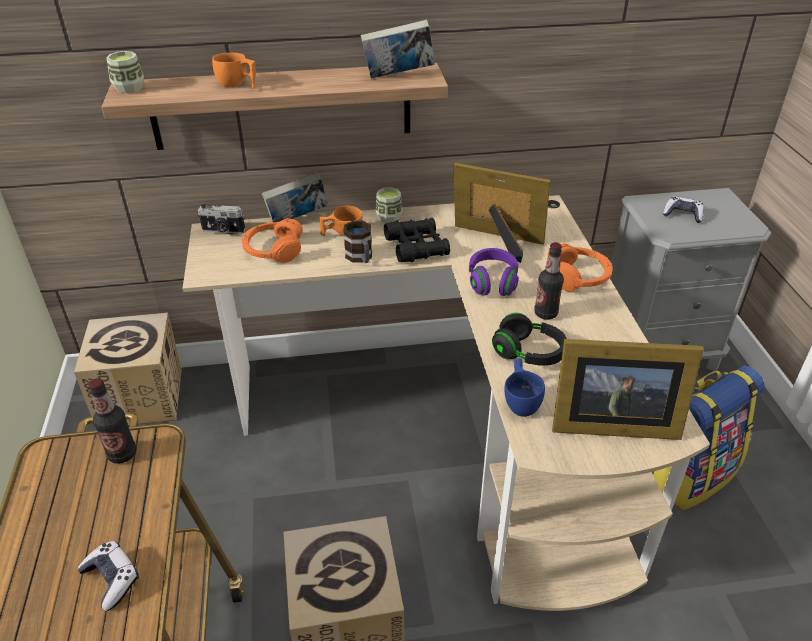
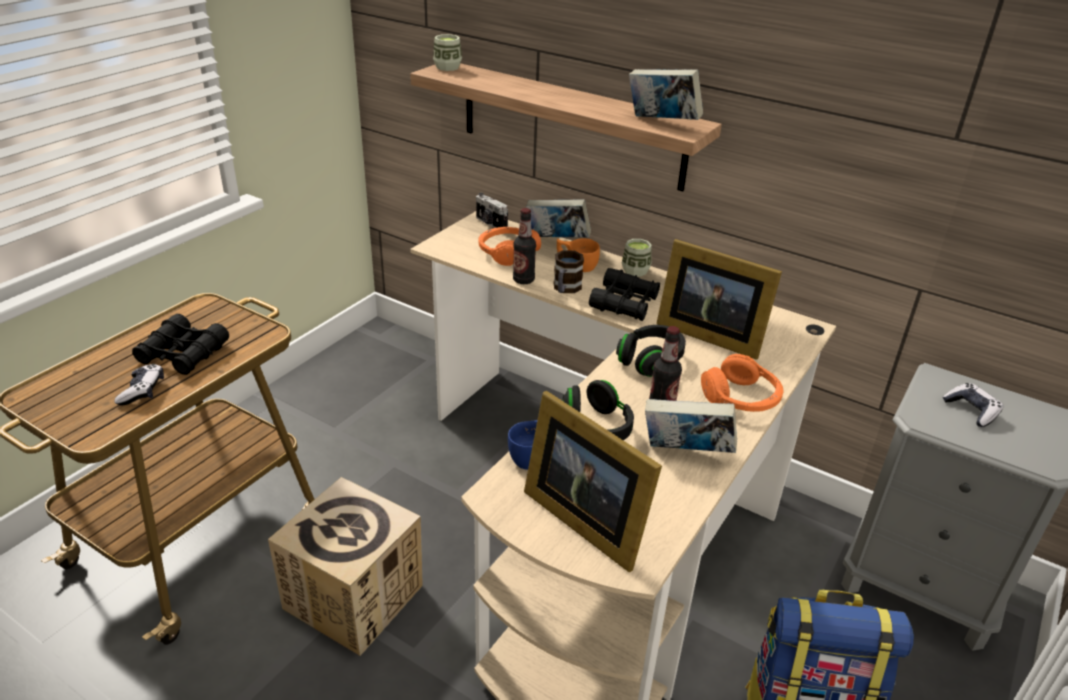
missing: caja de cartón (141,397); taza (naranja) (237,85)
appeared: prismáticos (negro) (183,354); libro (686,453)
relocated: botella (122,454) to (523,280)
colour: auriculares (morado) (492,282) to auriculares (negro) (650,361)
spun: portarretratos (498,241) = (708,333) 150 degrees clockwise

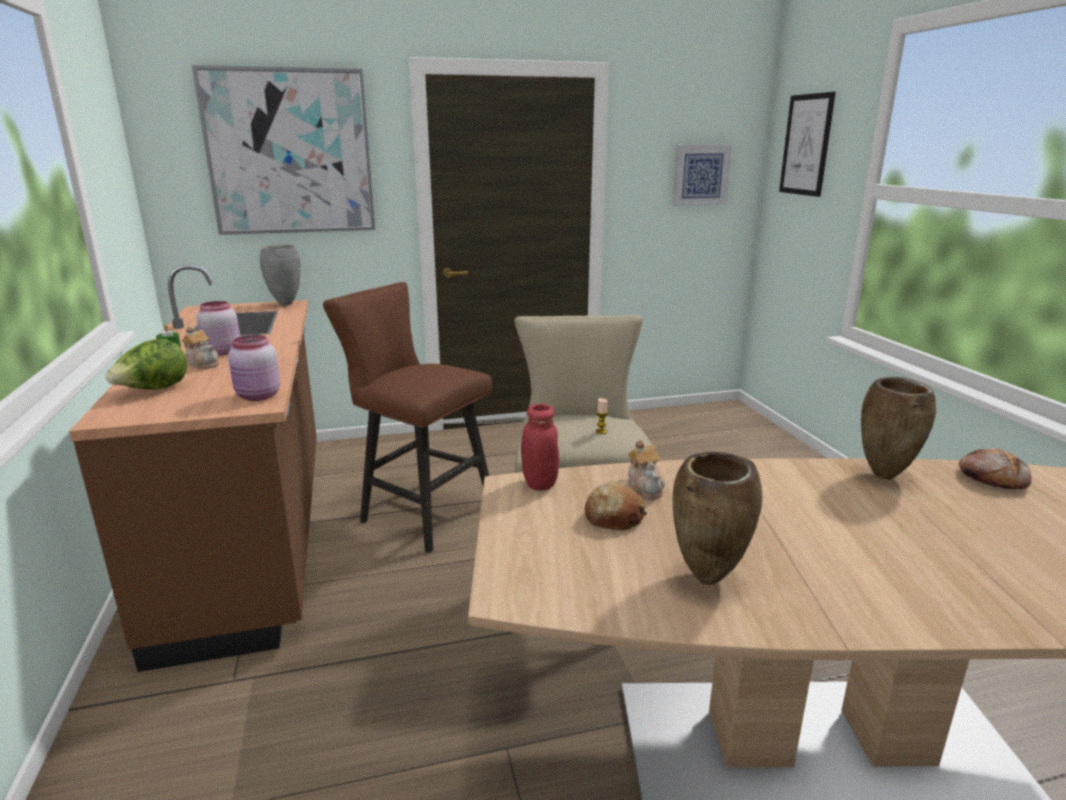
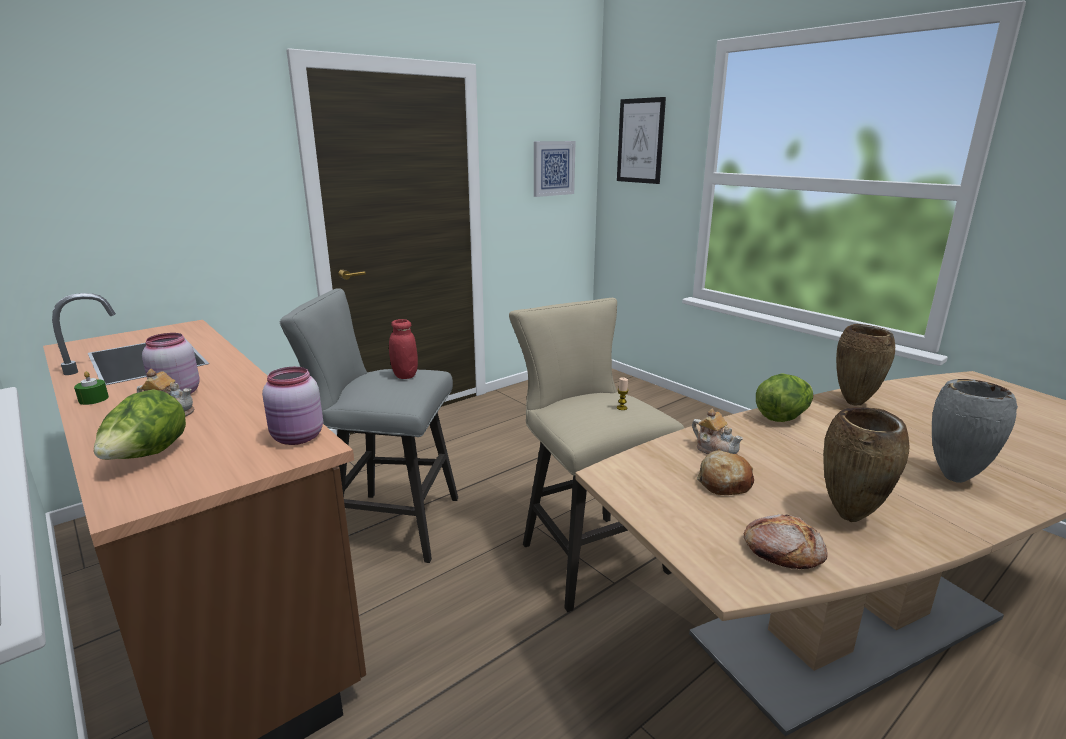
missing: cuadro (290,152)
appeared: lechuga (782,416)
relocated: florero (gris) (285,304) to (953,479); tarro (rojo) (540,484) to (405,375); pan (992,478) to (782,551)
colour: taburete (marrón) (420,512) to taburete (gris) (389,523)

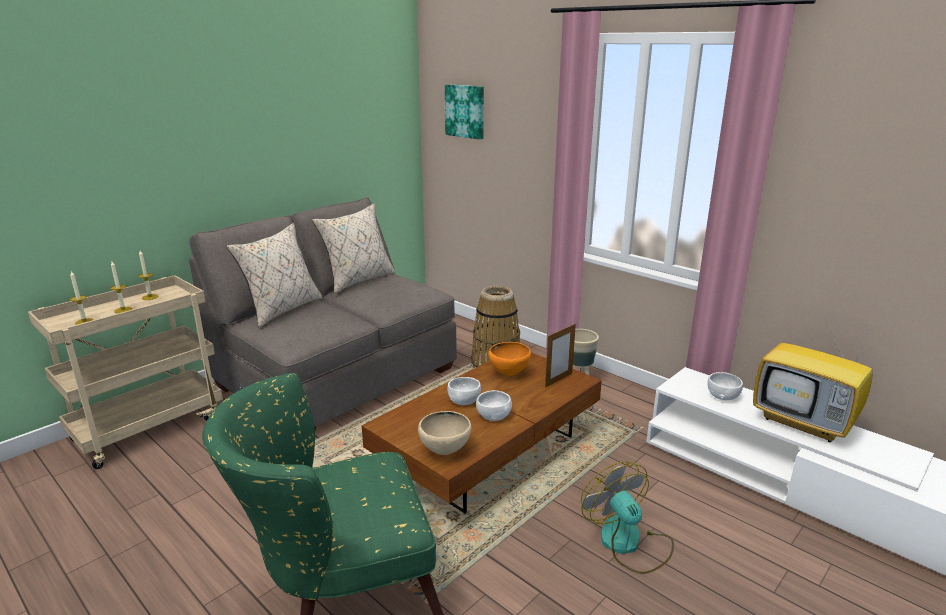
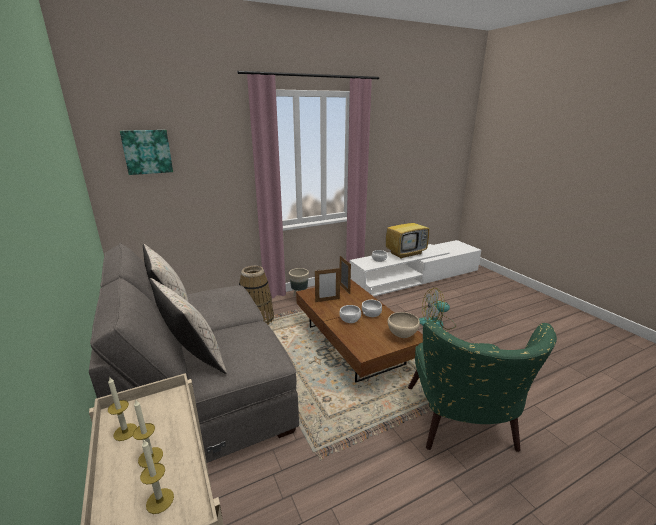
exchanged: cuenco (naranja) (509,373) to portarretratos (327,300)

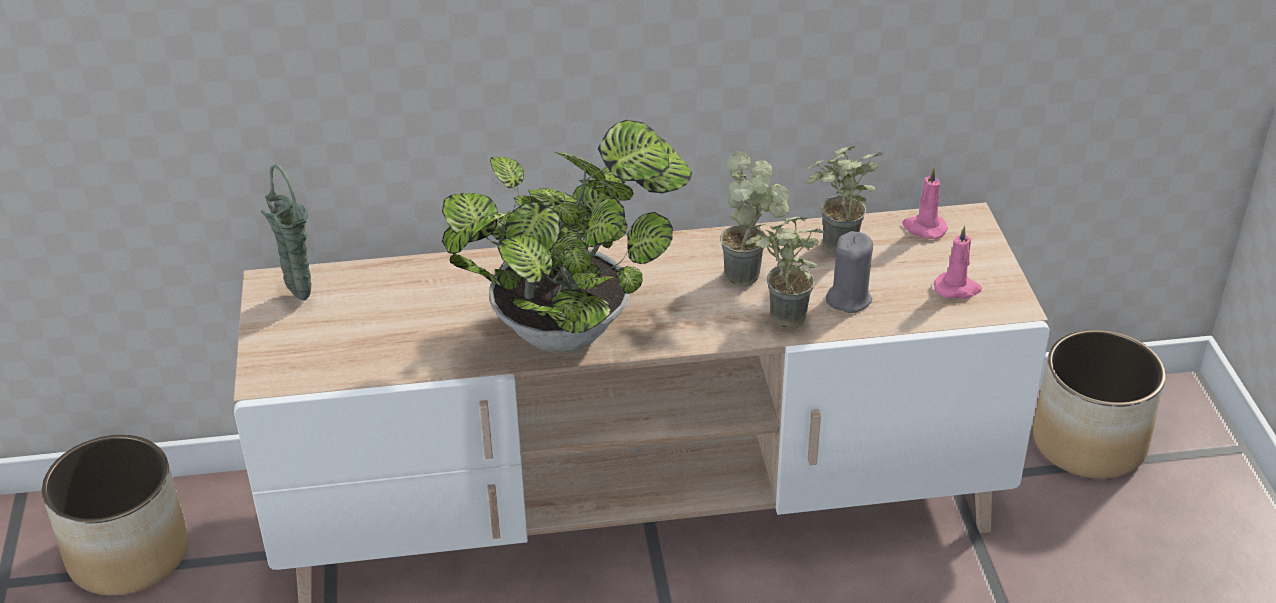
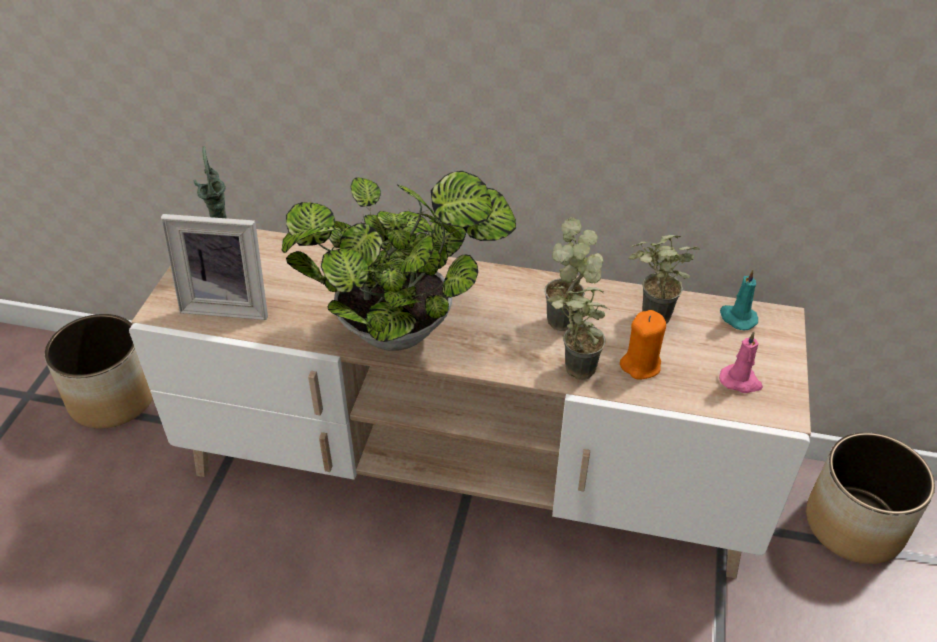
appeared: portarretratos (228,303)
colour: vela (gris) (848,298) to vela (naranja) (641,365); vela (rosa) (924,228) to vela (turquesa) (737,318)

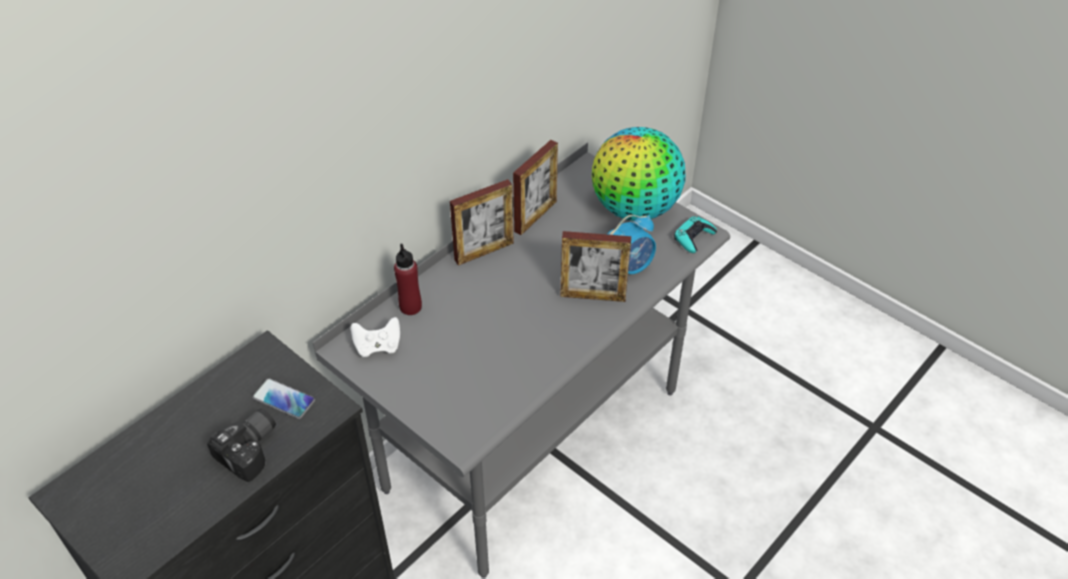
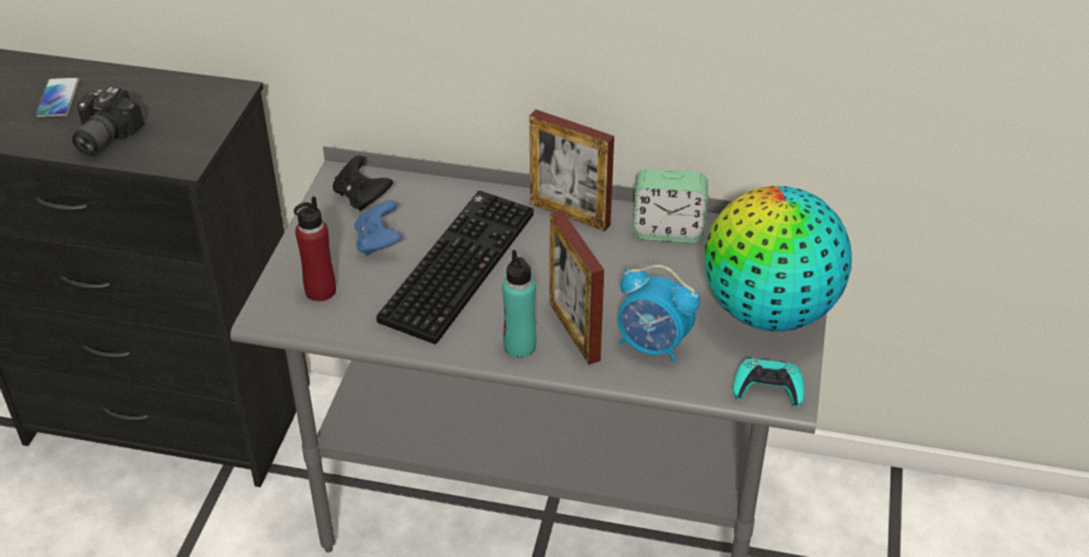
appeared: mando de consola (azul) (378,242); teclado (456,264); botella (turquesa) (520,346)
relocated: móvil (283,399) to (58,98); botella (rojo) (410,307) to (320,291)
exchanged: portarretratos (535,216) to despertador (668,231)
colour: mando de consola (blanco) (378,346) to mando de consola (negro) (362,197)
spun: cámara (252,450) = (101,137) 105 degrees clockwise

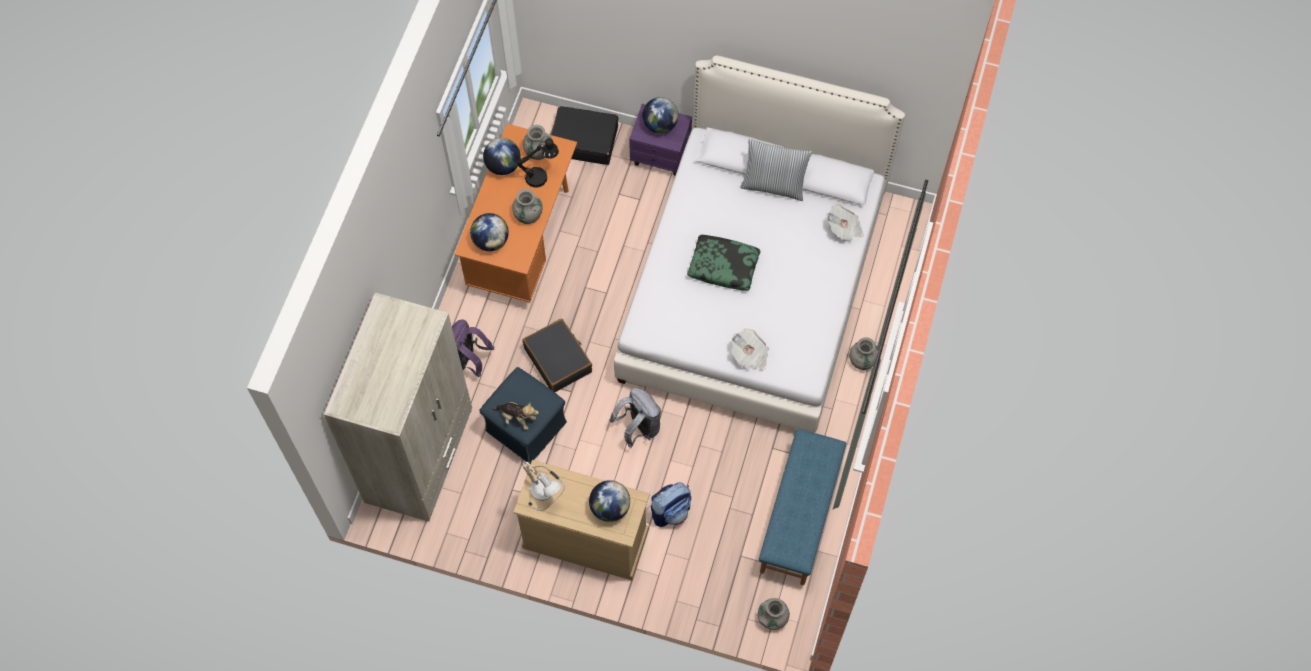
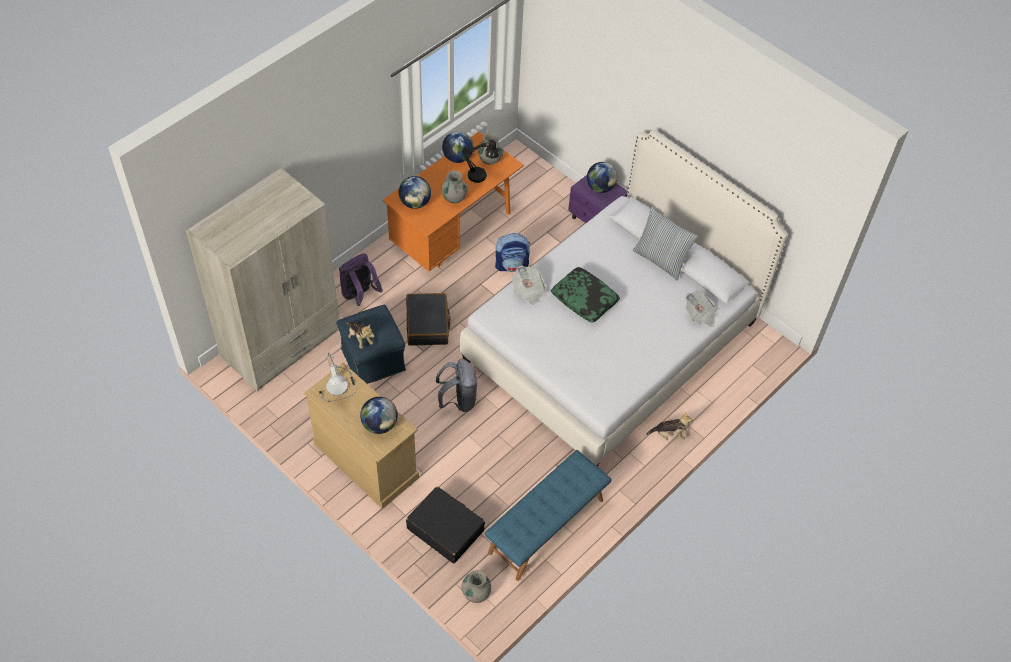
relocated: maleta (negro) (584,141) to (445,529); mochila (671,511) to (512,265); periódico (750,355) to (528,291)
exchanged: florero (gris) (862,360) to peluche (669,434)

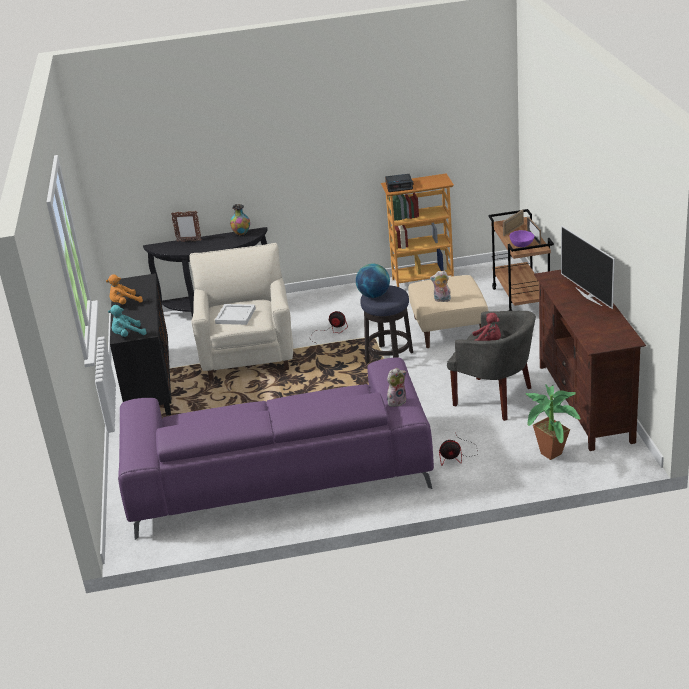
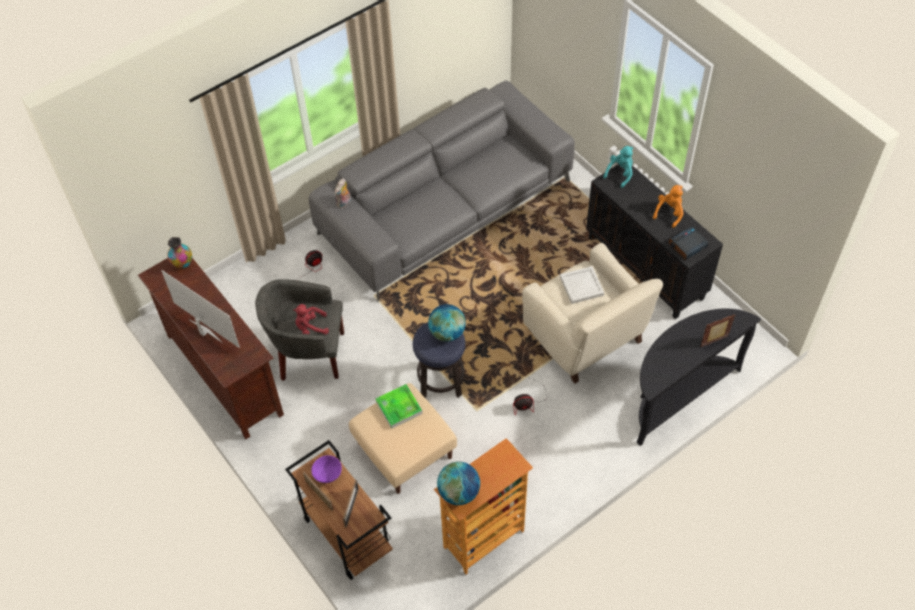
missing: planta en maceta (552,456)
appeared: globo terráqueo (459,492)
relocated: florero (241,234) to (182,264); despertador (399,186) to (687,246)
exchanged: peluche (441,300) to bandeja (399,408)
colour: sofá (morado) (278,475) to sofá (gris) (445,207)

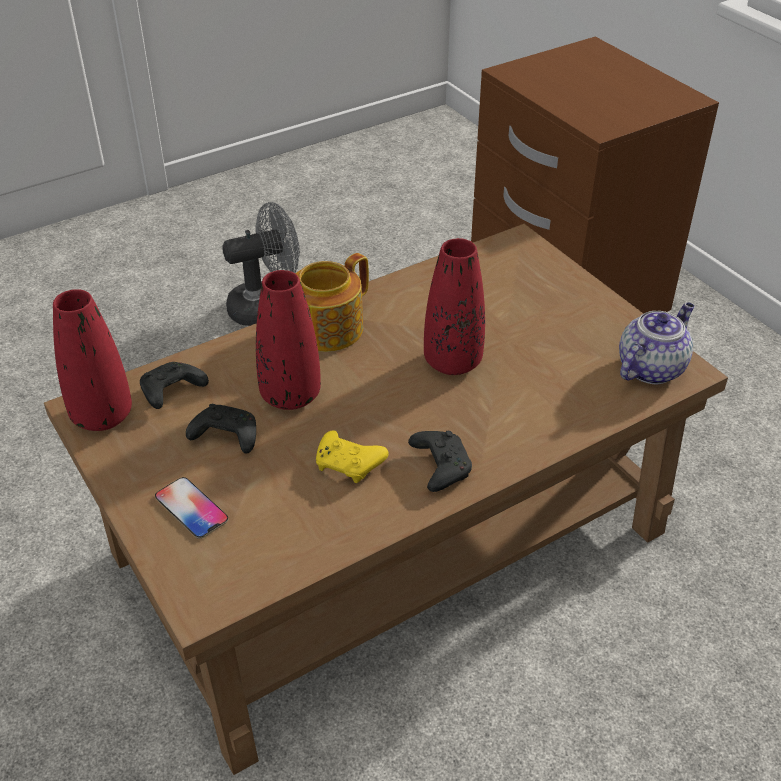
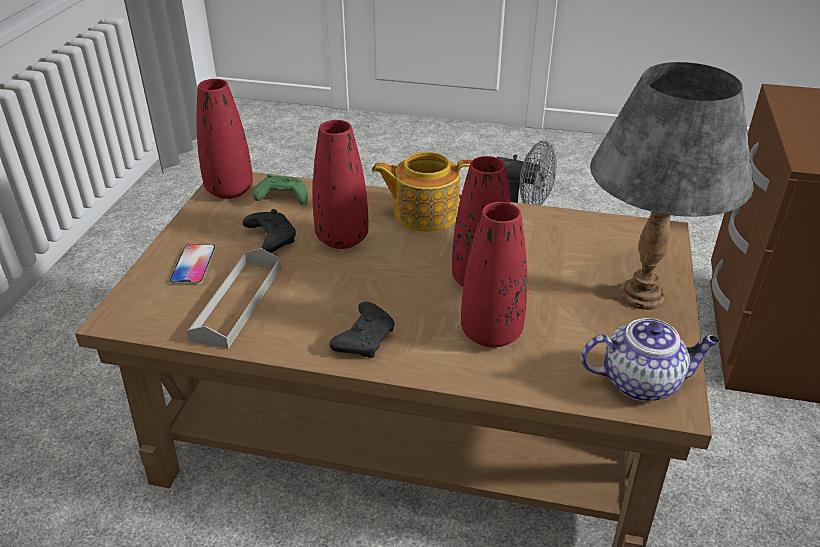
missing: mando de consola (amarillo) (350,465)
appeared: bandeja (gris) (237,302); florero (rojo) (491,333); lámpara de mesa (gris) (642,296)
colour: mando de consola (negro) (171,392) to mando de consola (verde) (281,198)

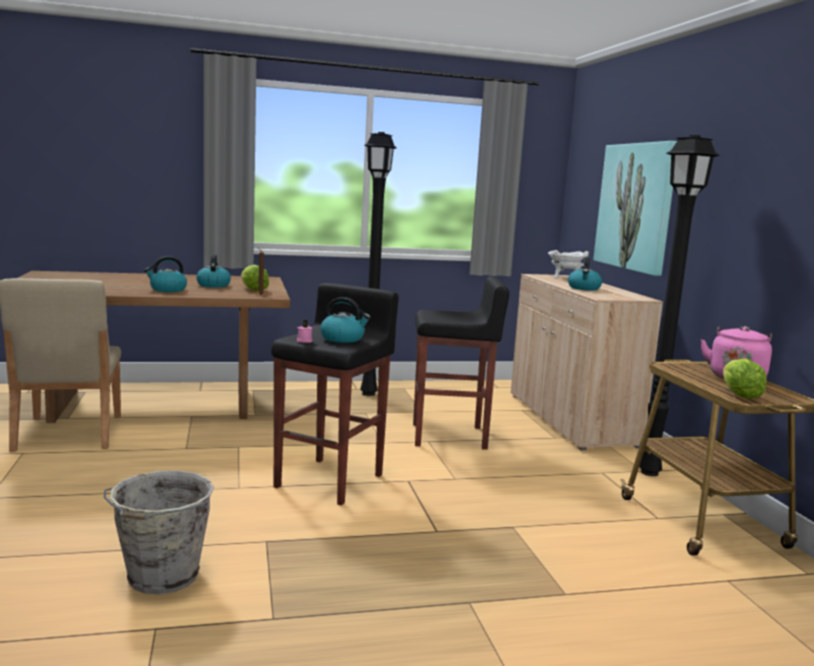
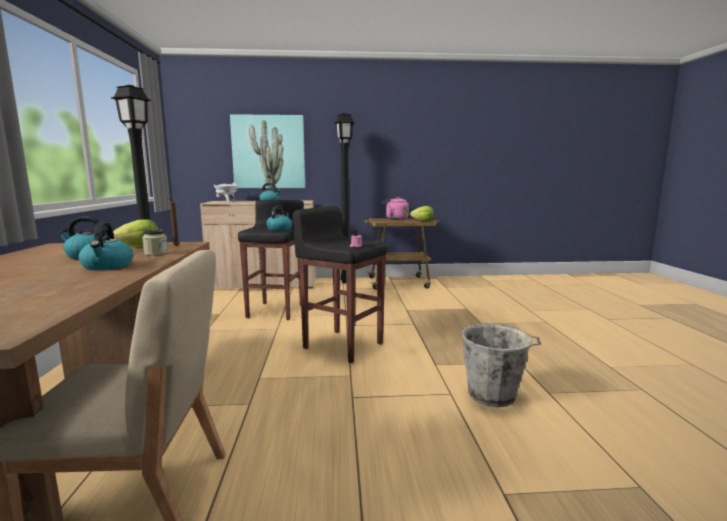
appeared: tarro (156,253)
relocated: hervidor (343,339) to (279,229)

